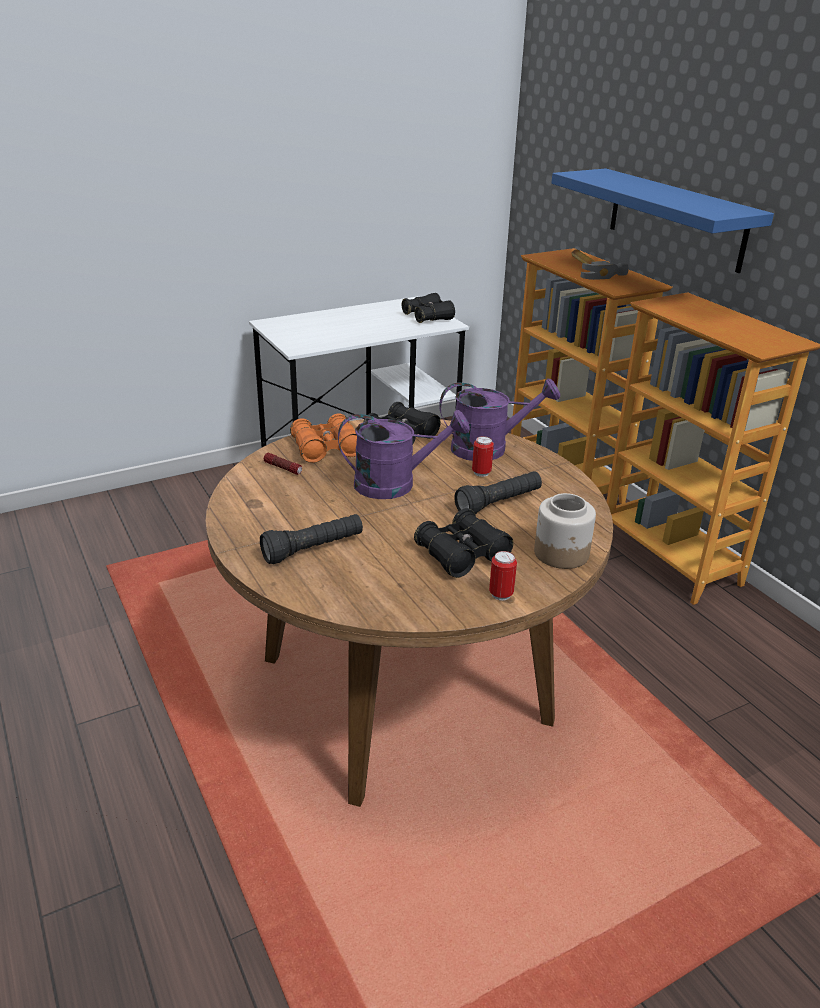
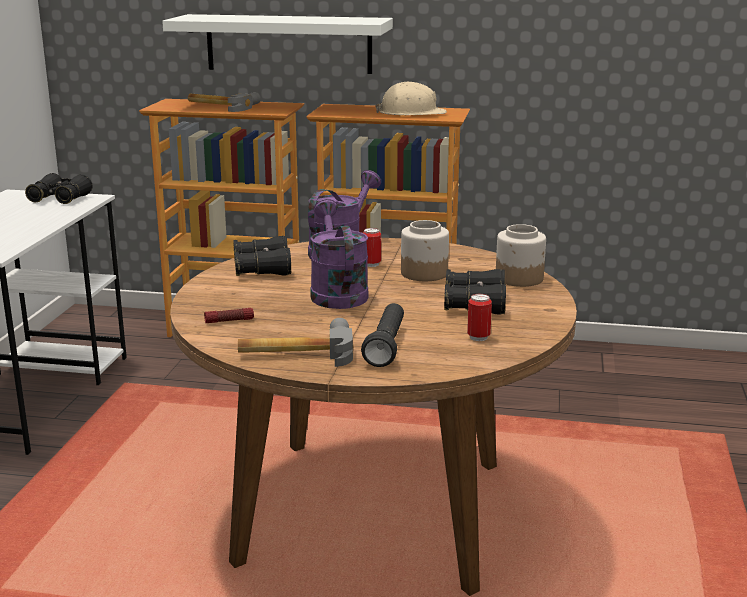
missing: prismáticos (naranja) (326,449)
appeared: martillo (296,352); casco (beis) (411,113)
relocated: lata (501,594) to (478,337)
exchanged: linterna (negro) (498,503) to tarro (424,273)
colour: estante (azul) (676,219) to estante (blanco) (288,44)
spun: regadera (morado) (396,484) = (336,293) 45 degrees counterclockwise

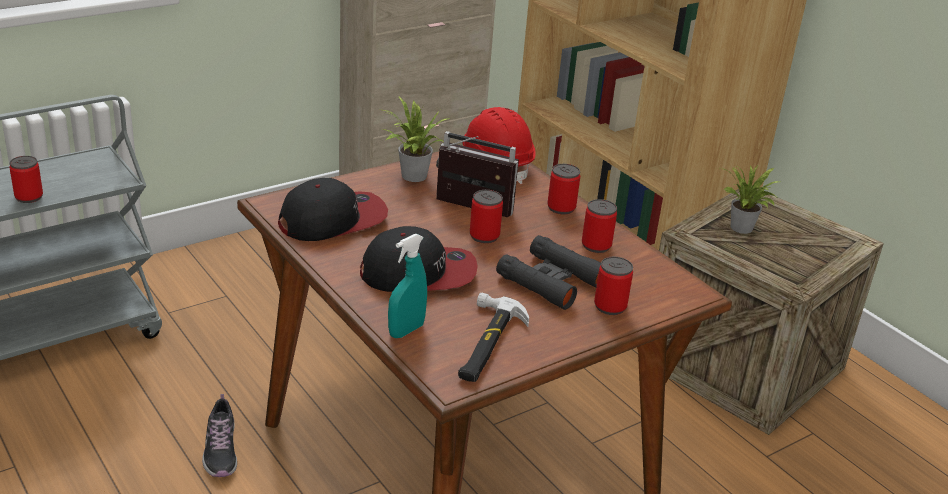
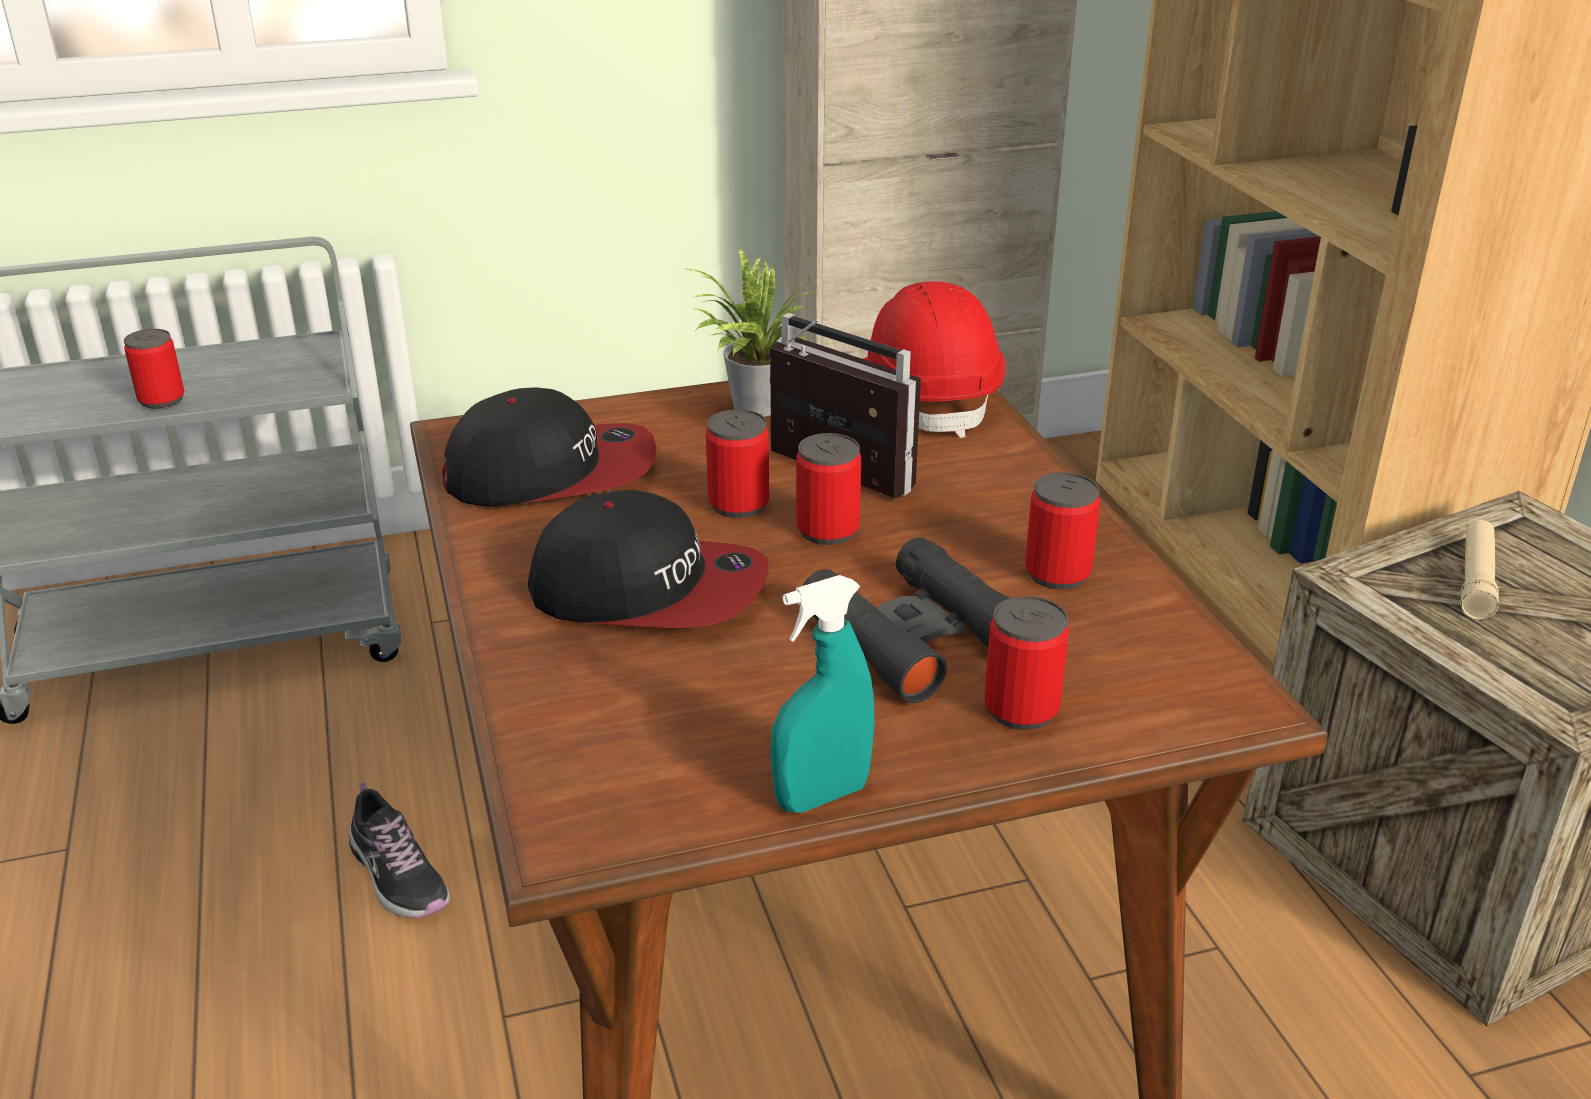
missing: martillo (486,343)
relocated: pulverizador (turquesa) (406,330) to (822,796); lata (561,208) to (738,504)
exchanged: planta en maceta (742,229) to linterna (beis) (1476,580)
spun: zapato (221,450) = (398,876) 45 degrees counterclockwise

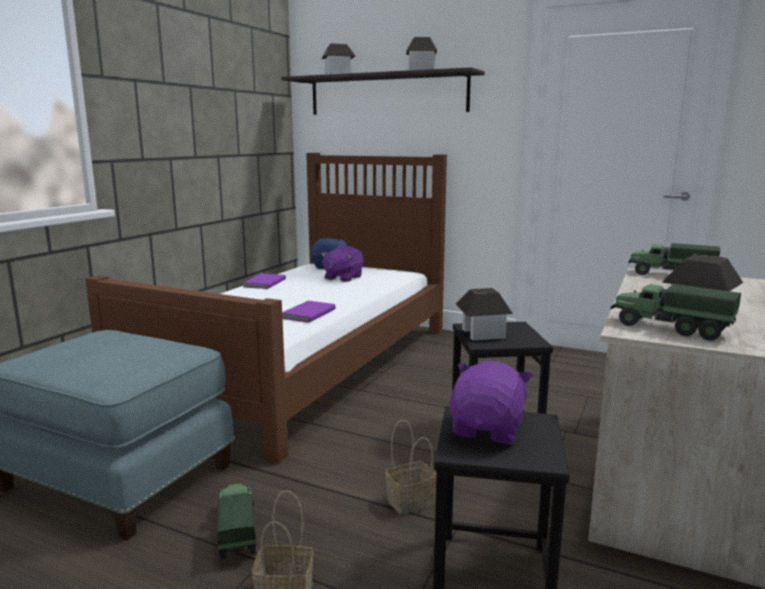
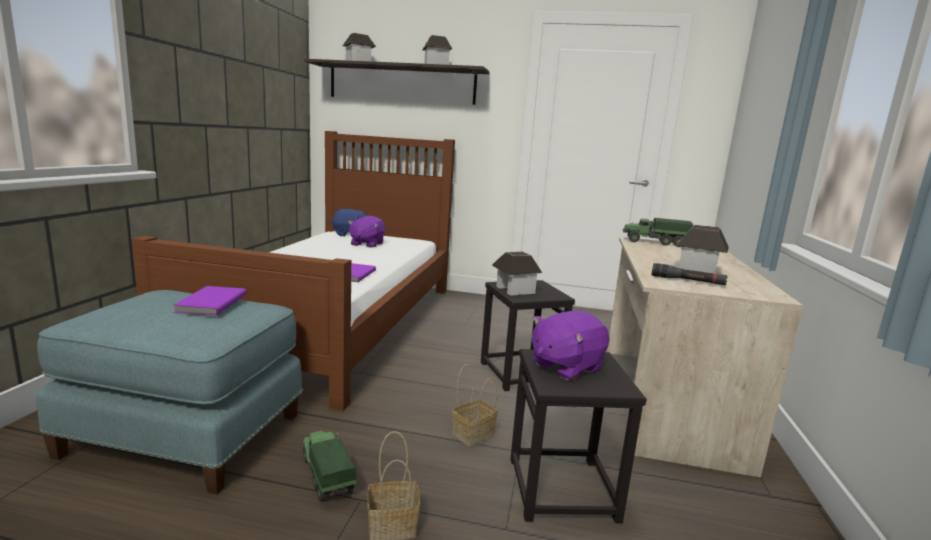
relocated: libro (morado) (263,283) to (209,303)
exchanged: camión de juguete (669,328) to linterna (negro) (687,281)
spun: peluche (morado) (488,429) = (565,366) 135 degrees counterclockwise

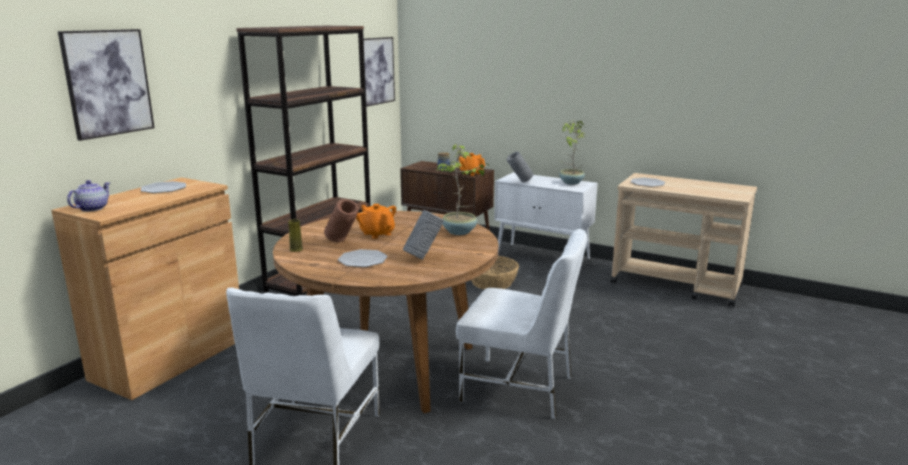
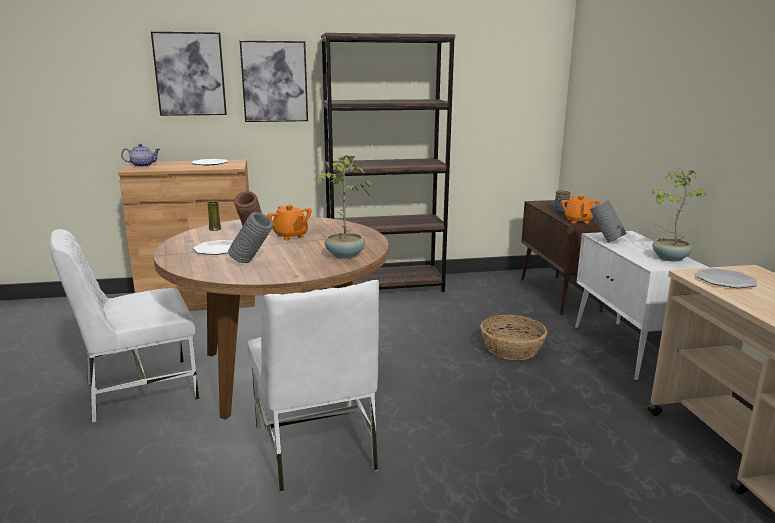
relocated: cuadro (376,71) to (274,81)
spun: tetera (naranja) (377,234) = (290,236) 135 degrees clockwise

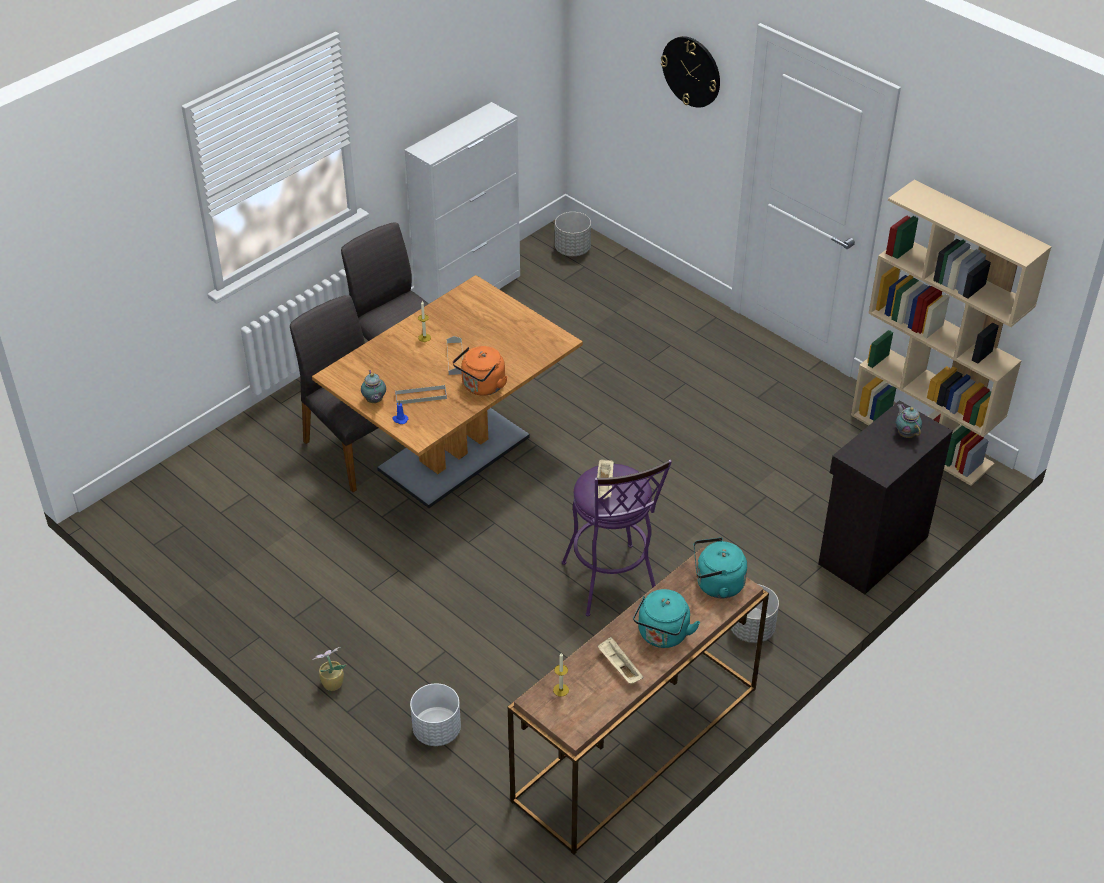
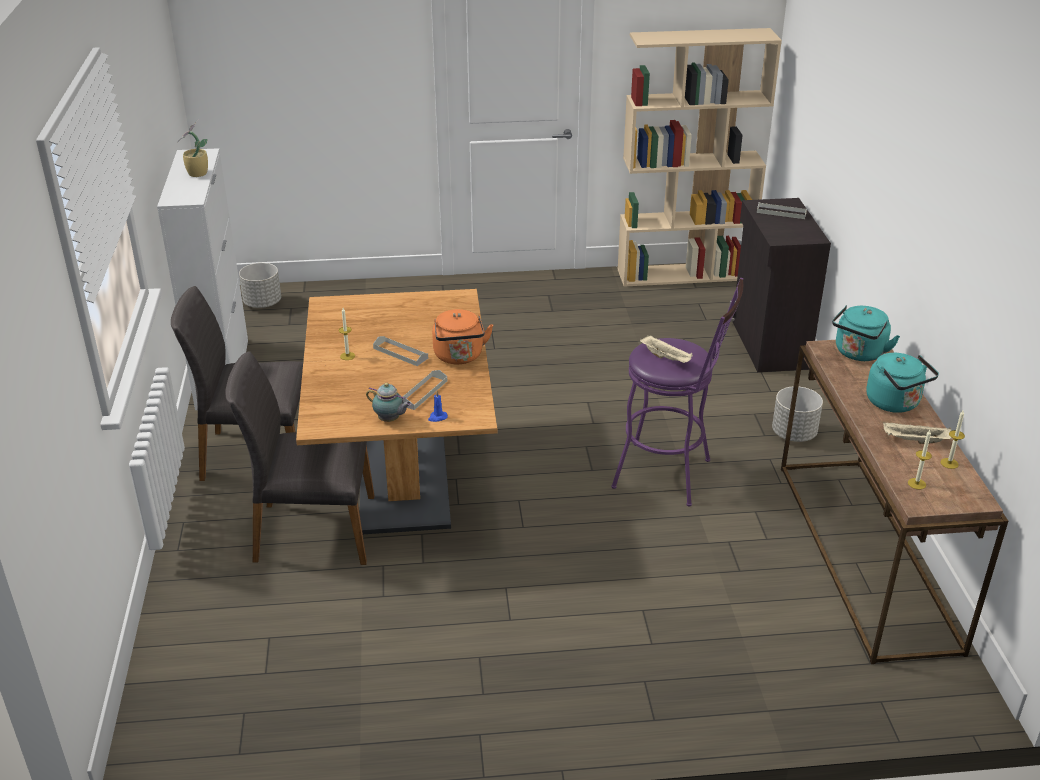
missing: maceta (blanco) (436,731); reloj de pared (691,71)
appeared: vela (949,463)
relocated: planta en maceta (331,684) to (197,174)
exchanged: tetera (905,433) to bandeja (gris) (781,212)

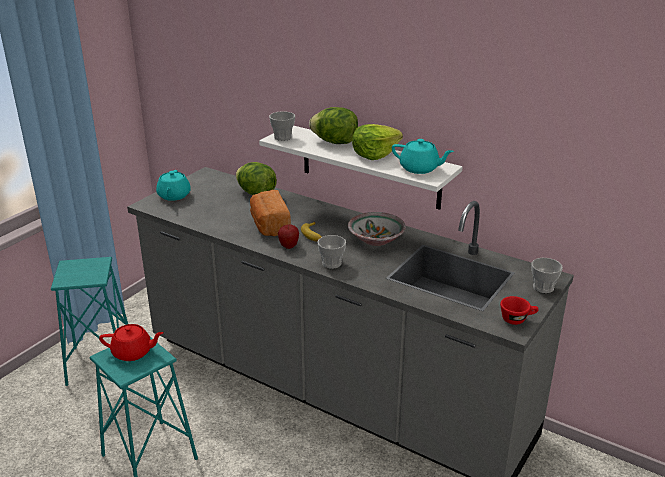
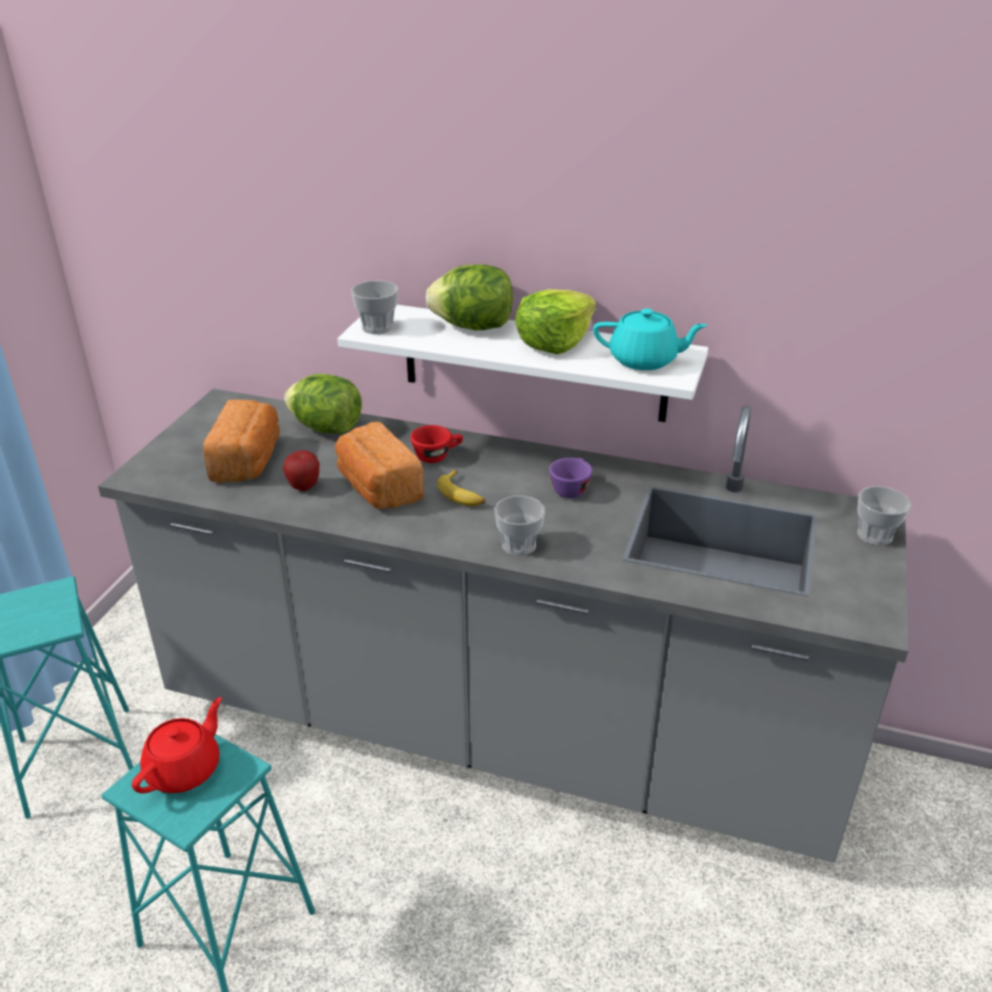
missing: tetera (turquesa) (173,196)
appeared: pan (248,461)
relocated: manzana (289,246) to (304,487); taza (rojo) (517,319) to (437,456)
exchanged: cuenco (376,240) to taza (morado) (571,488)
spun: tetera (rojo) (133,352) = (185,769) 45 degrees counterclockwise

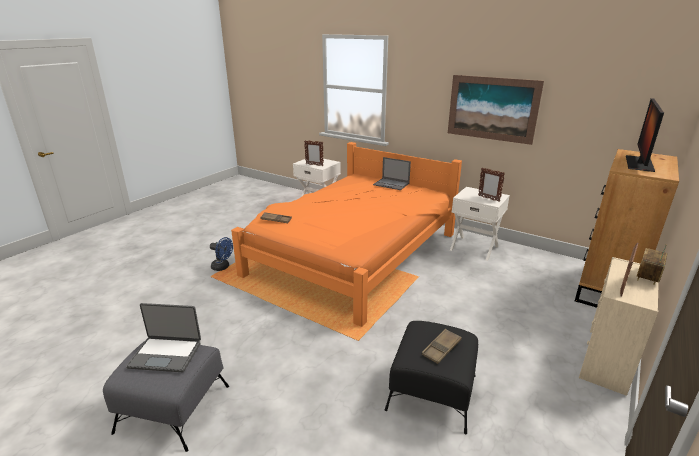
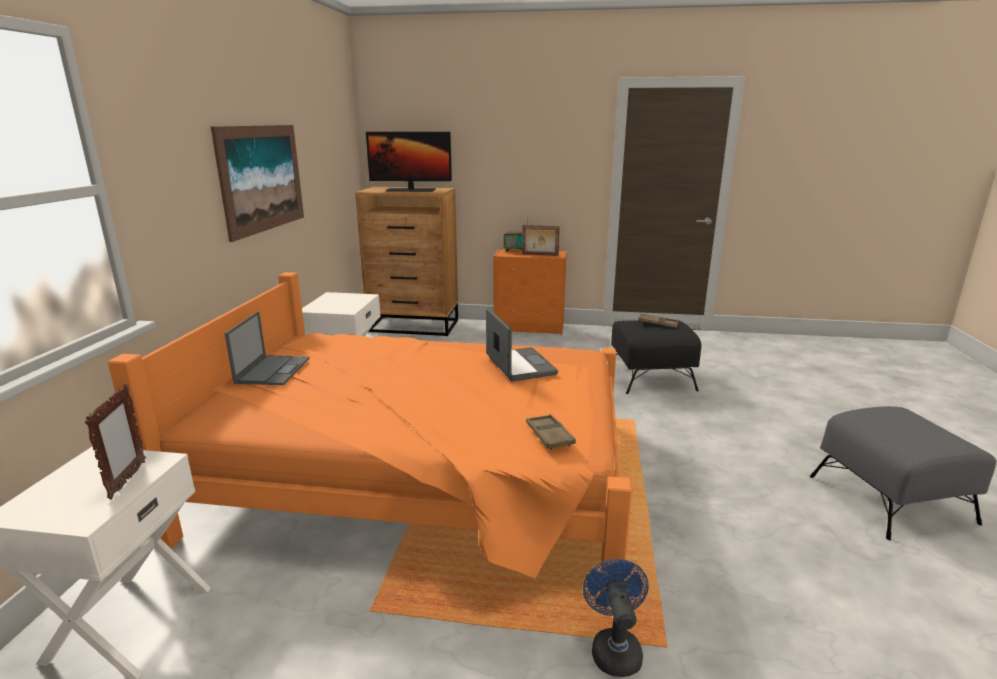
missing: portarretratos (488,198)
relocated: portátil (166,354) to (519,366)
colour: cómoda (beis) (606,361) to cómoda (naranja) (530,328)

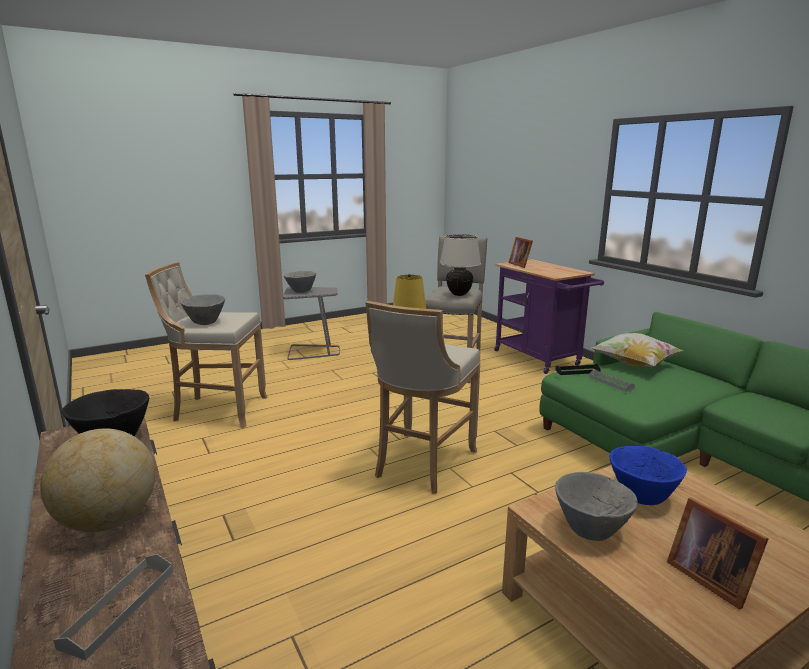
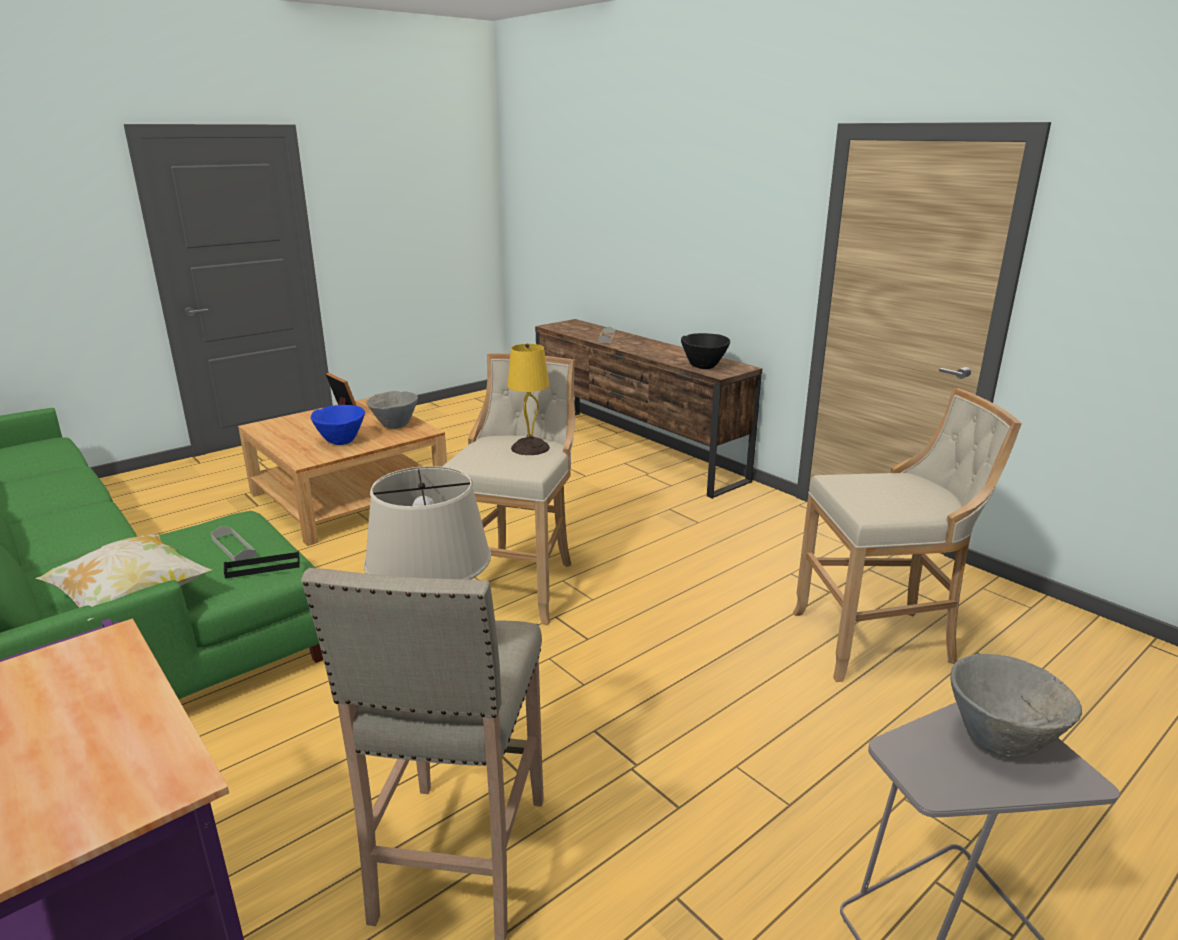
missing: globo terráqueo (108,521); cuenco (gris) (205,323); portarretratos (520,265)

